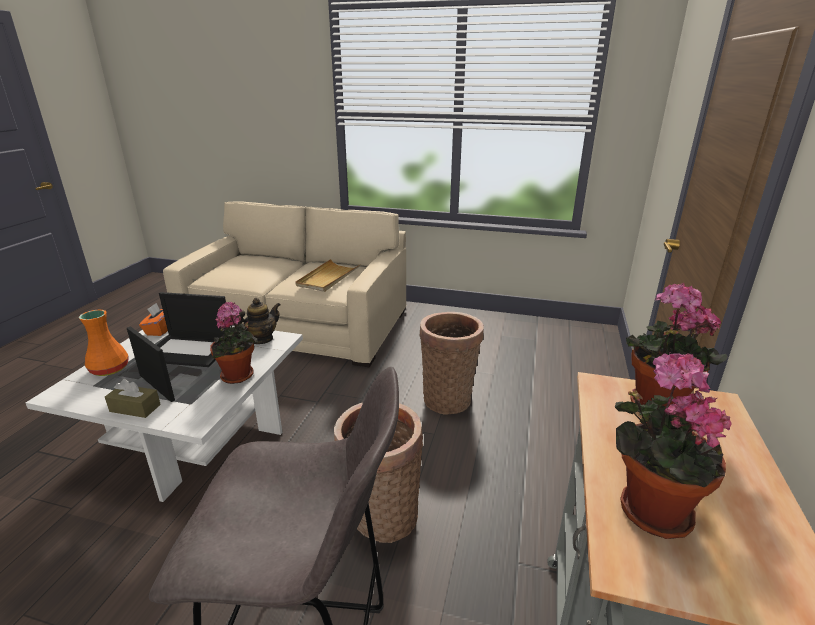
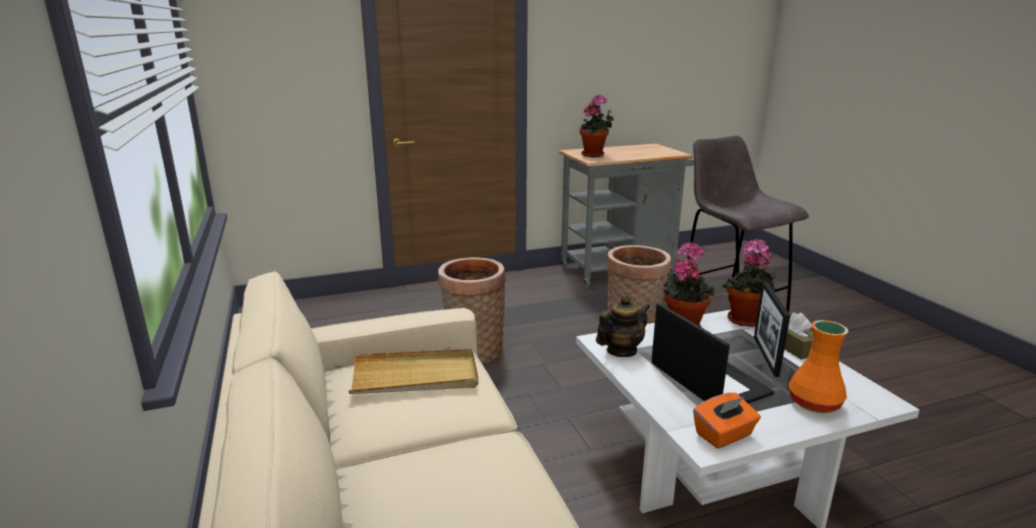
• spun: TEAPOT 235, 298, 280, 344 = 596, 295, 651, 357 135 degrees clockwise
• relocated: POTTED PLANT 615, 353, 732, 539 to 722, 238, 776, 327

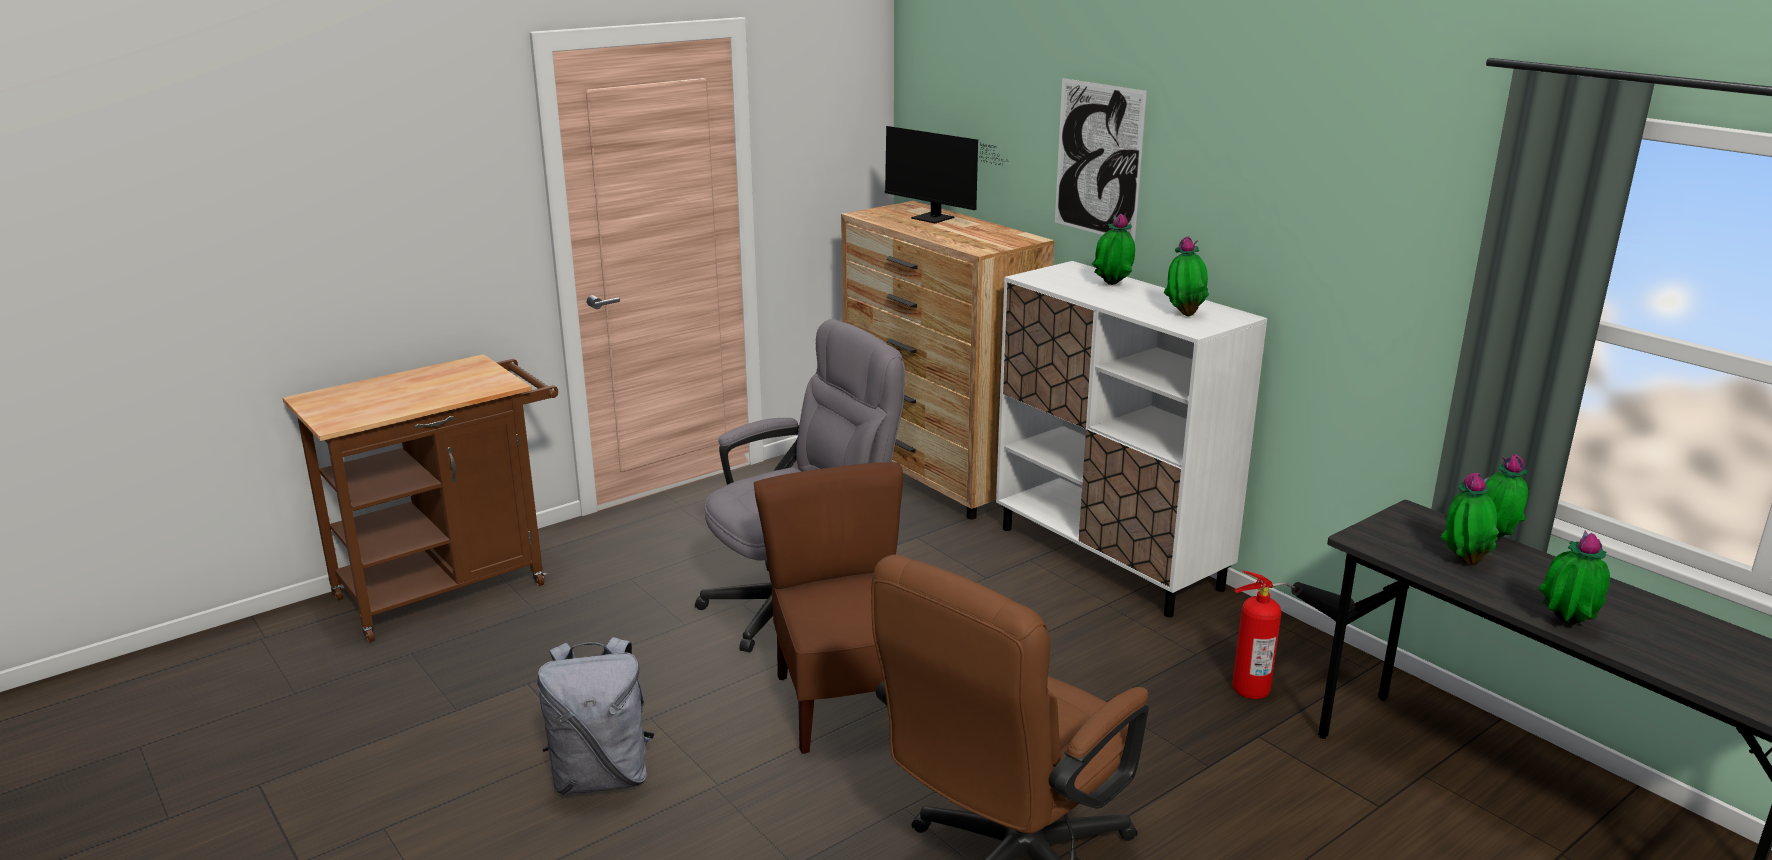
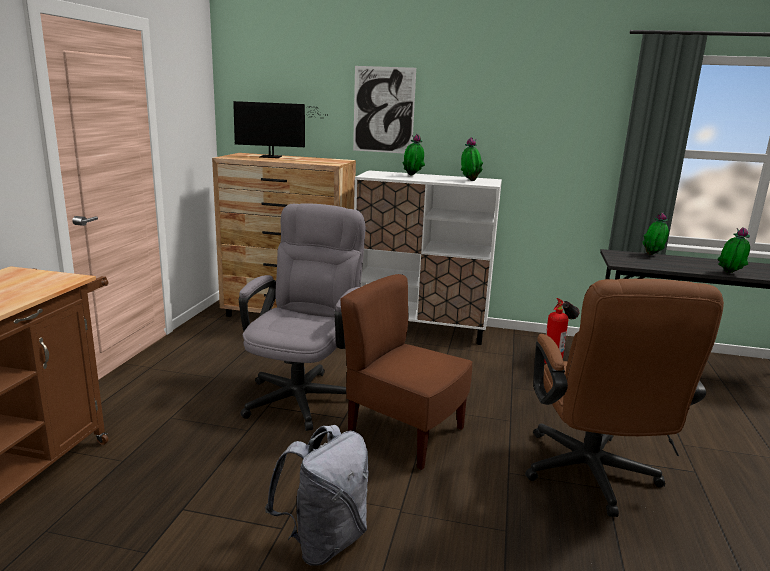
• missing: POTTED PLANT 1440, 473, 1499, 565

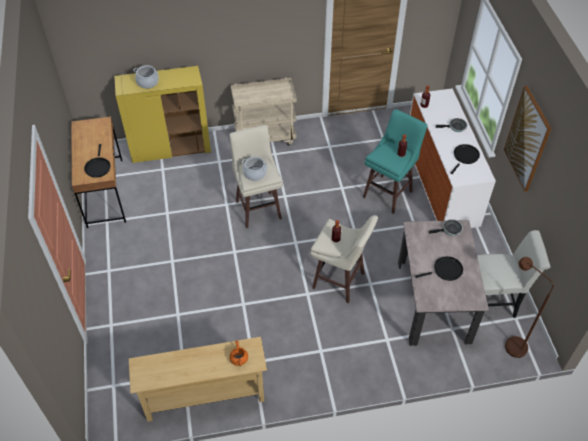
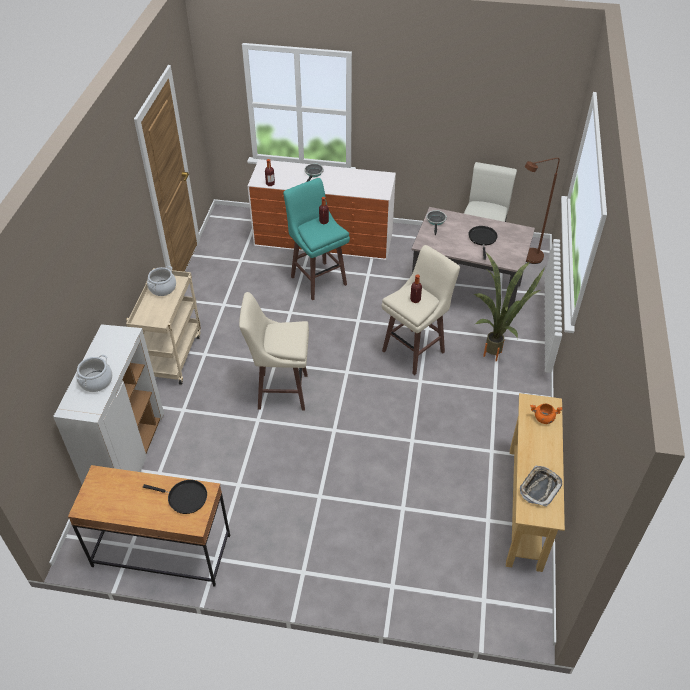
• colour: YELLOW CABINET 114, 66, 211, 163 to WHITE CABINET 53, 324, 164, 484
• relocated: COOKING POT 242, 156, 268, 181 to 147, 266, 176, 296
• missing: BLACK FRYING PAN 451, 144, 480, 174
• missing: PICTURE 504, 86, 552, 192
• appeared: POTTED PLANT 474, 253, 545, 361
• appeared: TRAY 520, 466, 562, 507

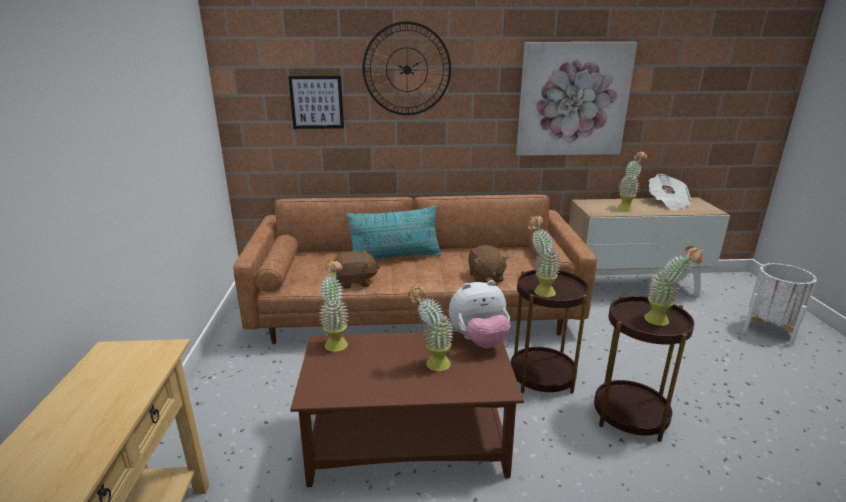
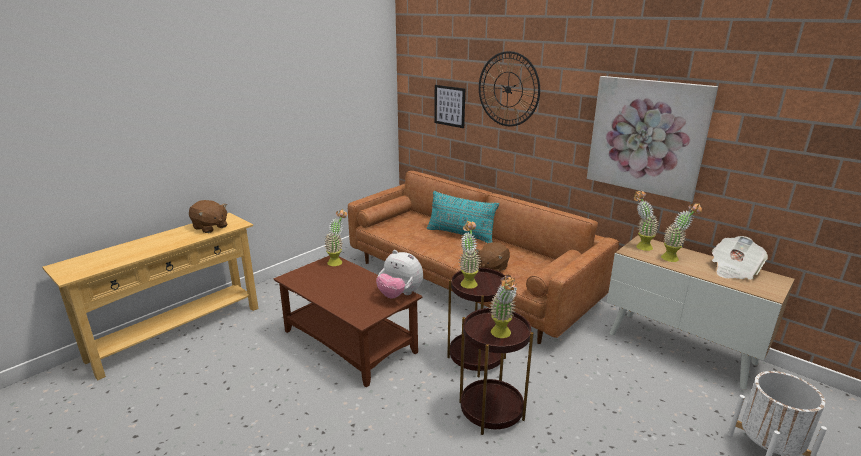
• relocated: BROWN PLUSH TOY 334, 250, 380, 289 to 189, 200, 228, 233
• relocated: POTTED PLANT 408, 284, 453, 371 to 634, 191, 659, 251

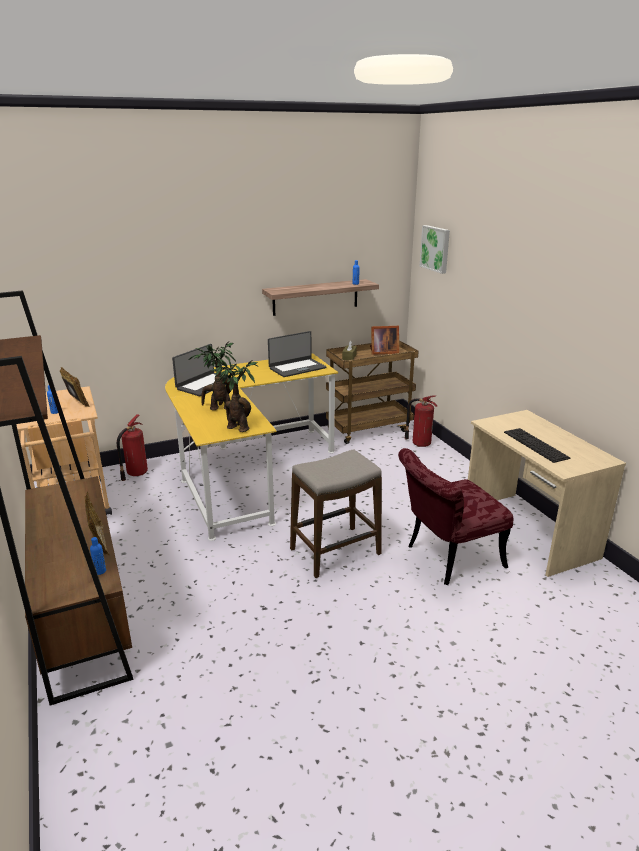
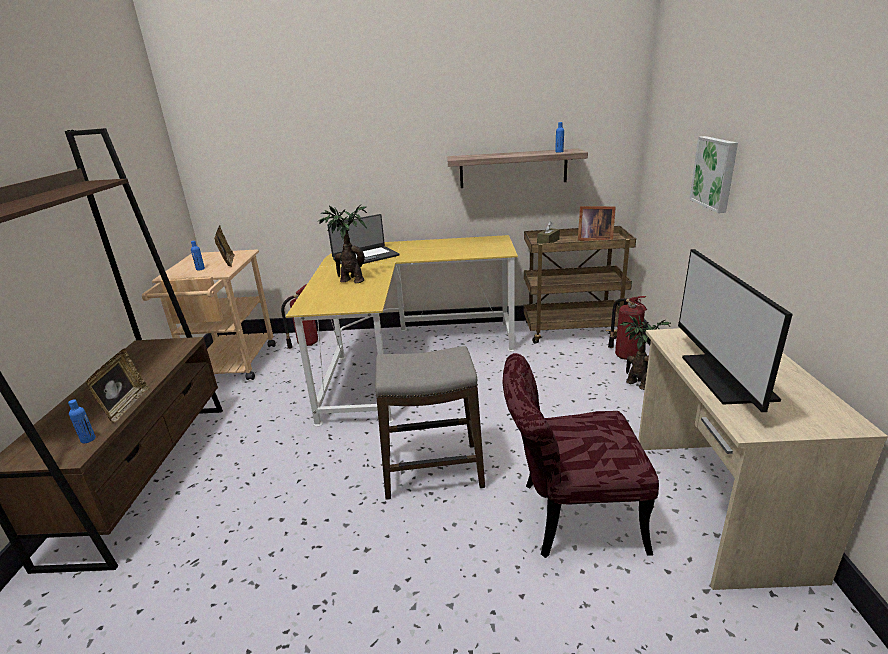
• relocated: POTTED PLANT 212, 359, 258, 432 to 619, 315, 671, 390
• missing: LAPTOP 268, 331, 327, 377
• relocated: PICTURE 420, 225, 450, 274 to 689, 136, 738, 213
• exchanged: KEYBOARD 504, 428, 570, 463 to MONITOR 678, 249, 793, 412

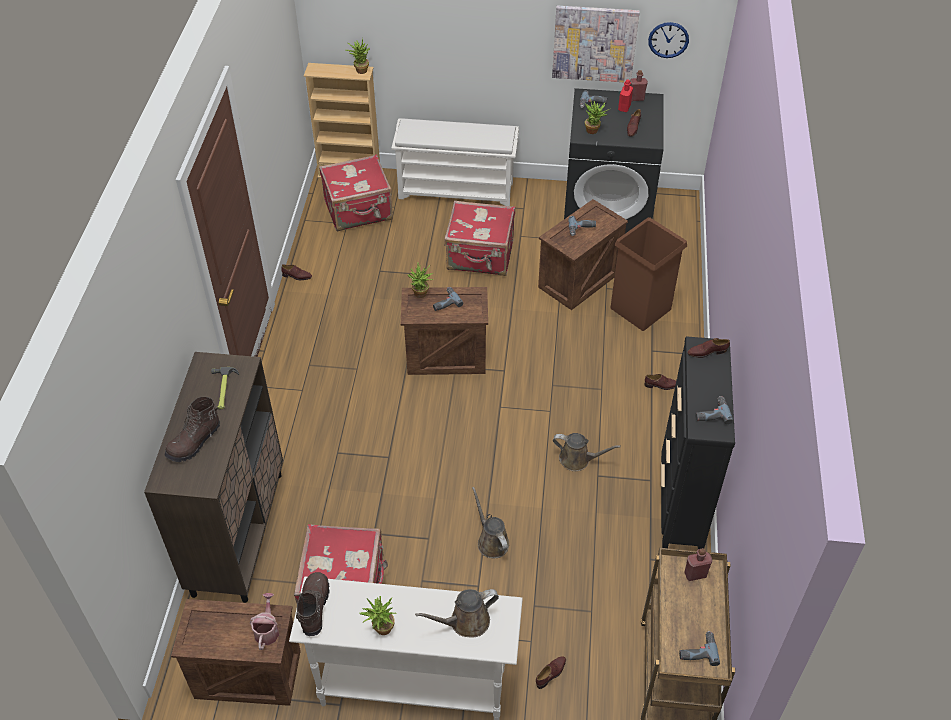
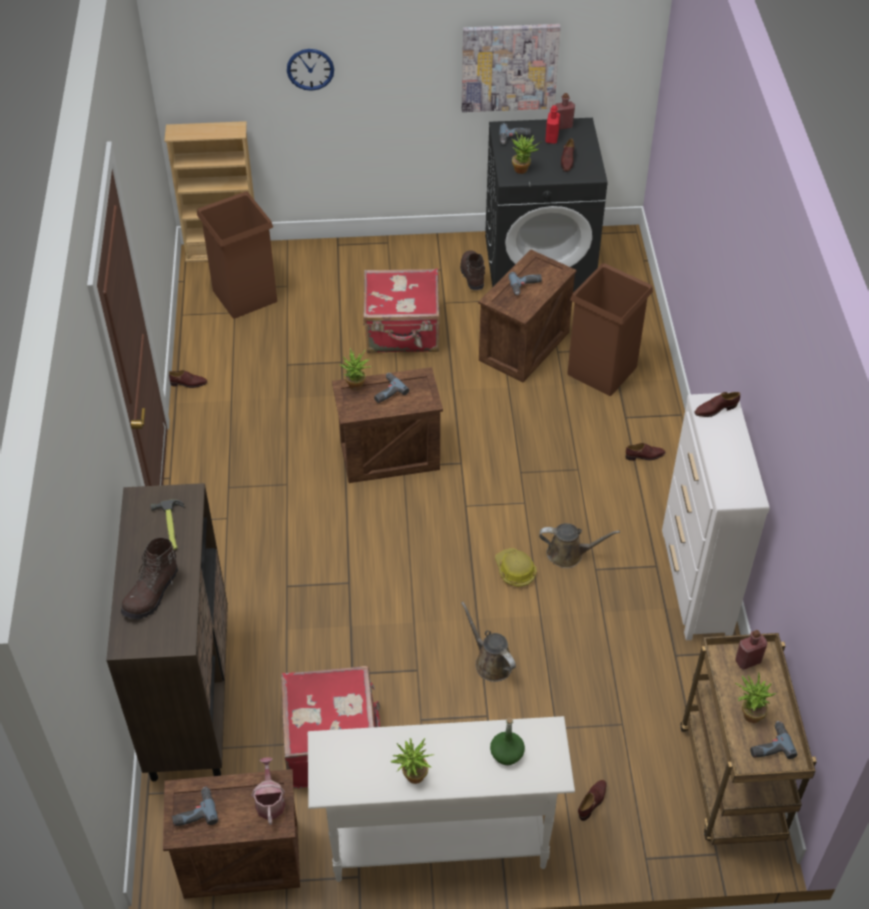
• relocated: BROWN BOOT 296, 572, 330, 636 to 460, 250, 485, 290
• exchanged: RED SUITCASE 319, 154, 393, 231 to BROWN TRASH CAN 197, 191, 277, 319
• relocated: POTTED PLANT 345, 39, 370, 74 to 735, 673, 776, 723
• missing: WHITE SHOE RACK 391, 118, 519, 206
• exchanged: BROWN WATERING CAN 415, 589, 499, 638 to GREEN BOTTLE 490, 718, 525, 765
• relocated: WALL CLOCK 648, 22, 689, 58 to 287, 49, 334, 91
• colour: BLACK DRESSER 661, 336, 735, 549 to WHITE DRESSER 662, 393, 770, 640
• relocated: POWER DRILL 695, 396, 733, 425 to 172, 786, 218, 826
• appeared: HARD HAT 495, 548, 537, 587

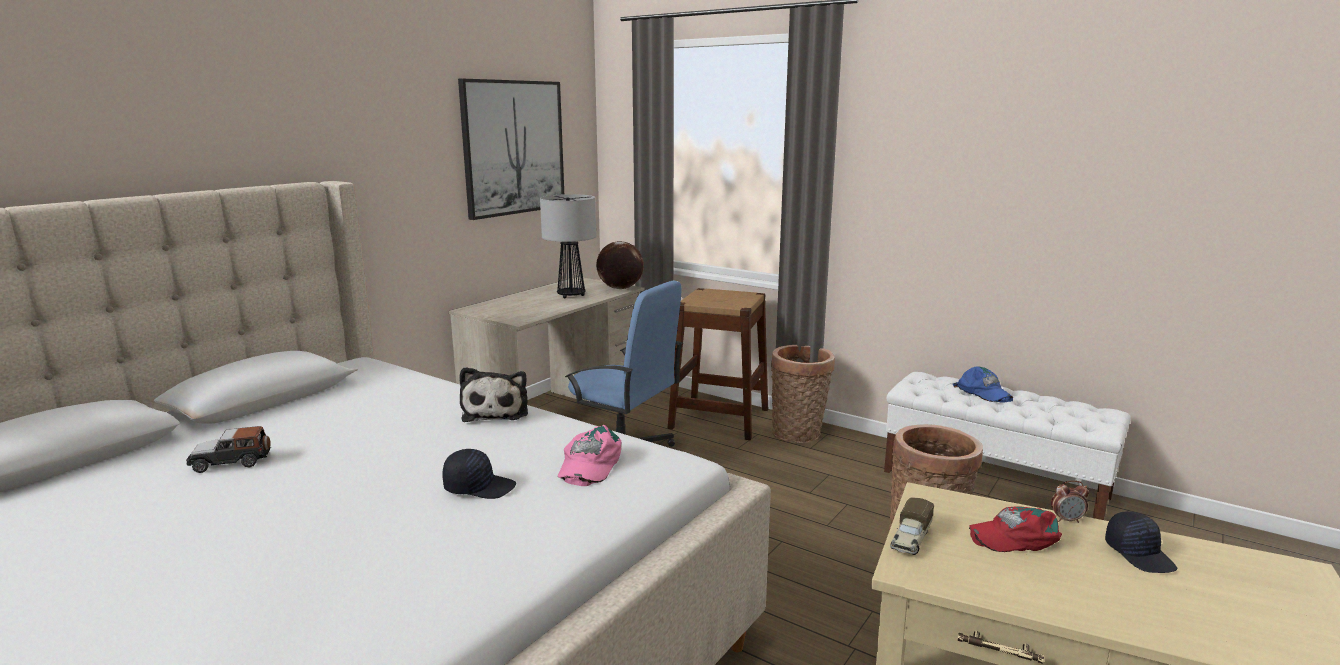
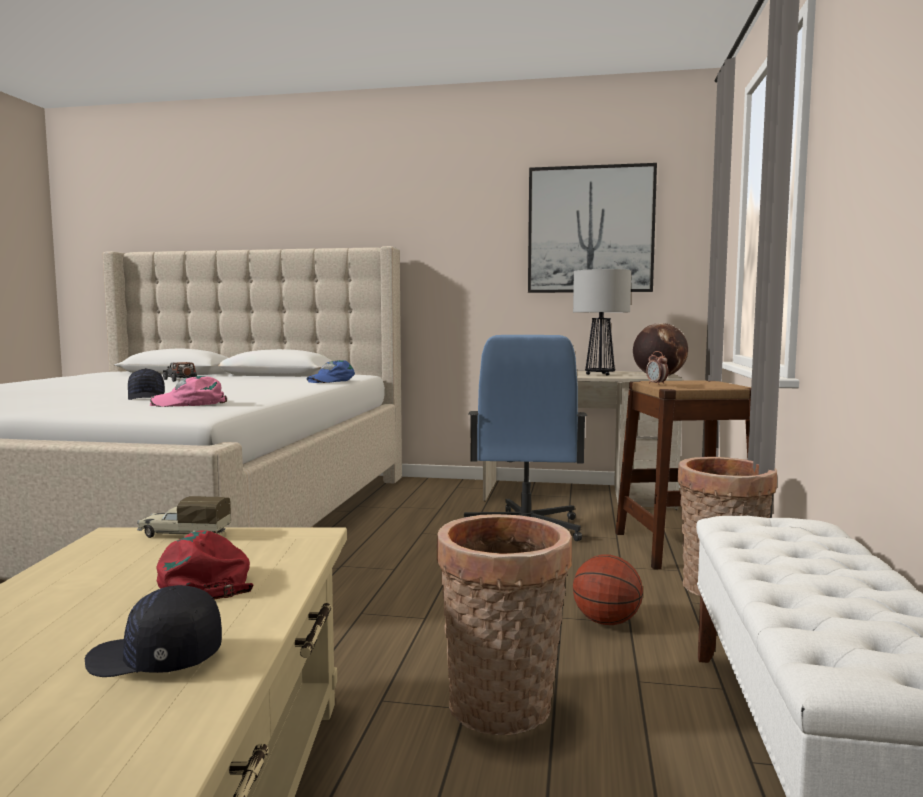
• missing: PLUSH TOY 459, 367, 528, 422
• relocated: BLUE CAP 953, 366, 1013, 402 to 306, 360, 355, 383
• relocated: ALARM CLOCK 1051, 480, 1089, 523 to 646, 351, 668, 385
• spun: BLACK CAP 1105, 511, 1177, 573 = 85, 585, 222, 677 45 degrees clockwise
• appeared: BASKETBALL 573, 554, 643, 625

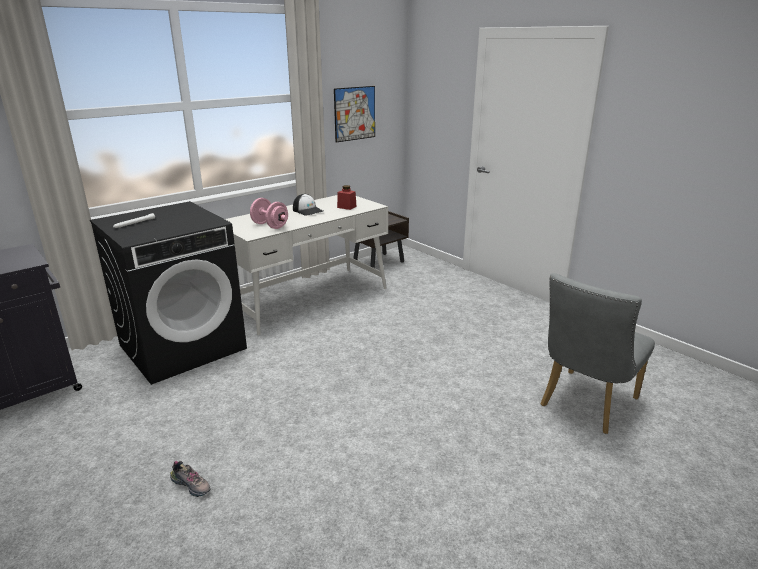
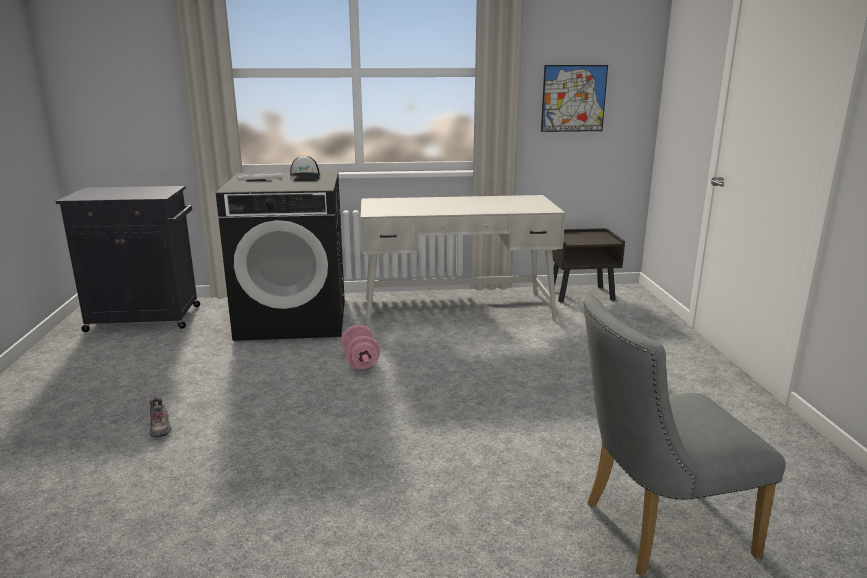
• relocated: PINK DUMBBELL 250, 198, 288, 229 to 341, 325, 380, 369
• relocated: CAP 293, 194, 324, 216 to 290, 156, 320, 180
• missing: RED JAR 337, 185, 357, 210

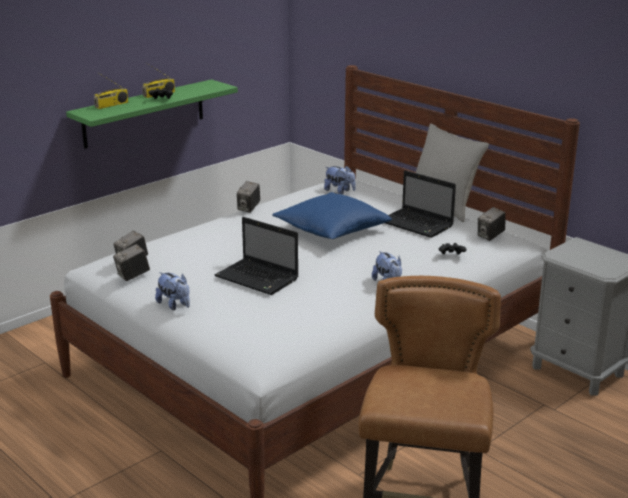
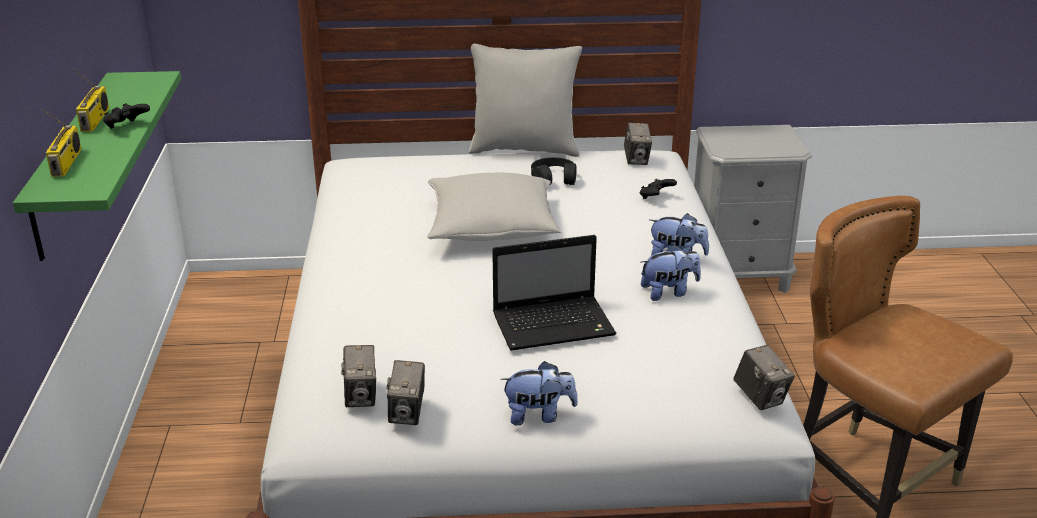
• relocated: PHOTO CAMERA 237, 181, 260, 213 to 734, 345, 795, 410
• colour: BLUE PILLOW 272, 192, 392, 239 to GREY PILLOW 427, 173, 562, 241
• relocated: PLUSH TOY 324, 165, 356, 194 to 641, 244, 701, 301
• exchanged: LAPTOP 385, 170, 456, 238 to BLACK HEADPHONES 531, 157, 577, 185

